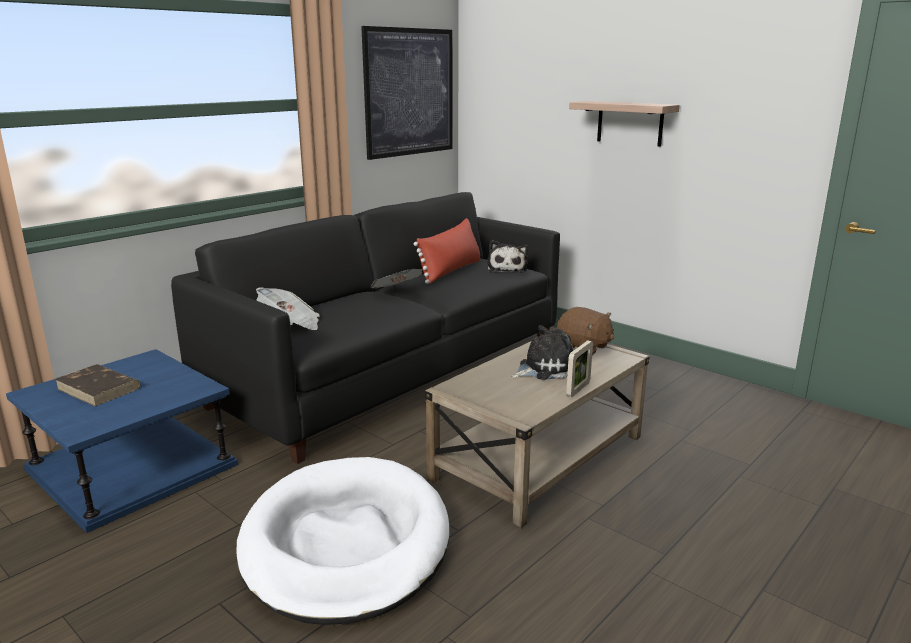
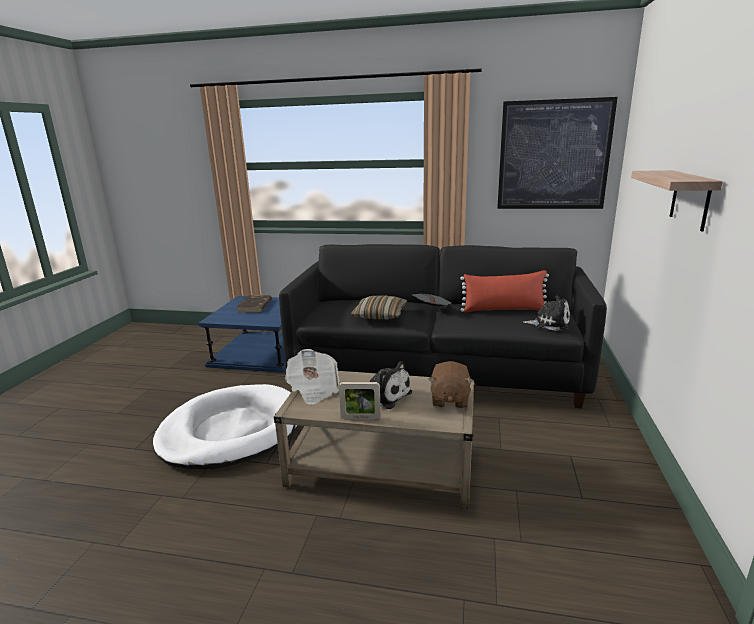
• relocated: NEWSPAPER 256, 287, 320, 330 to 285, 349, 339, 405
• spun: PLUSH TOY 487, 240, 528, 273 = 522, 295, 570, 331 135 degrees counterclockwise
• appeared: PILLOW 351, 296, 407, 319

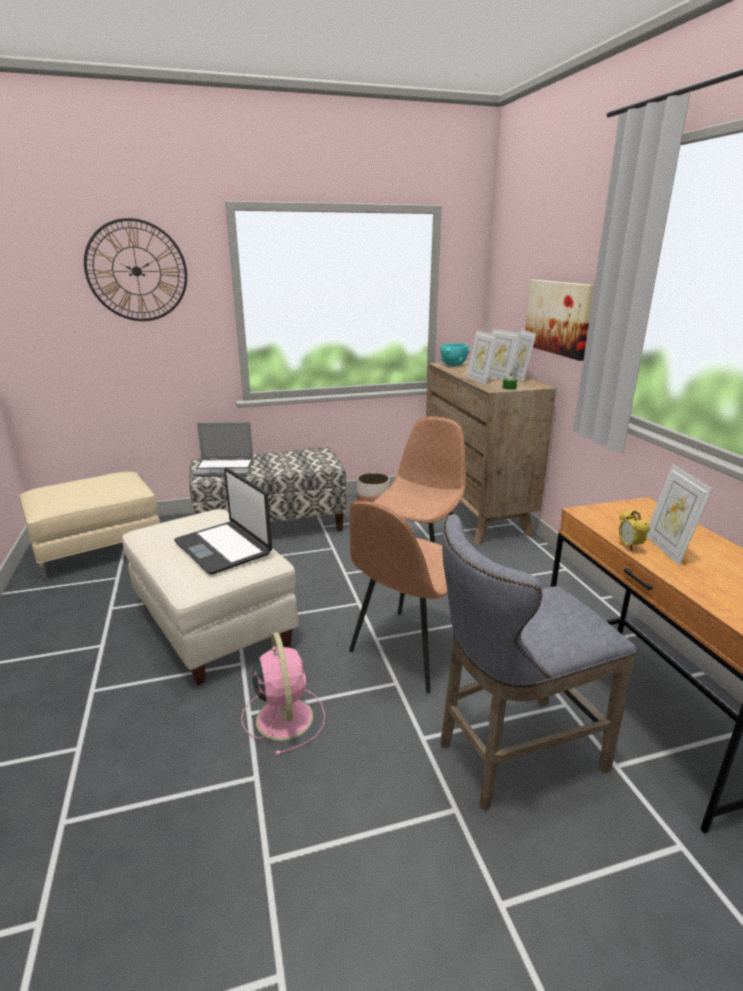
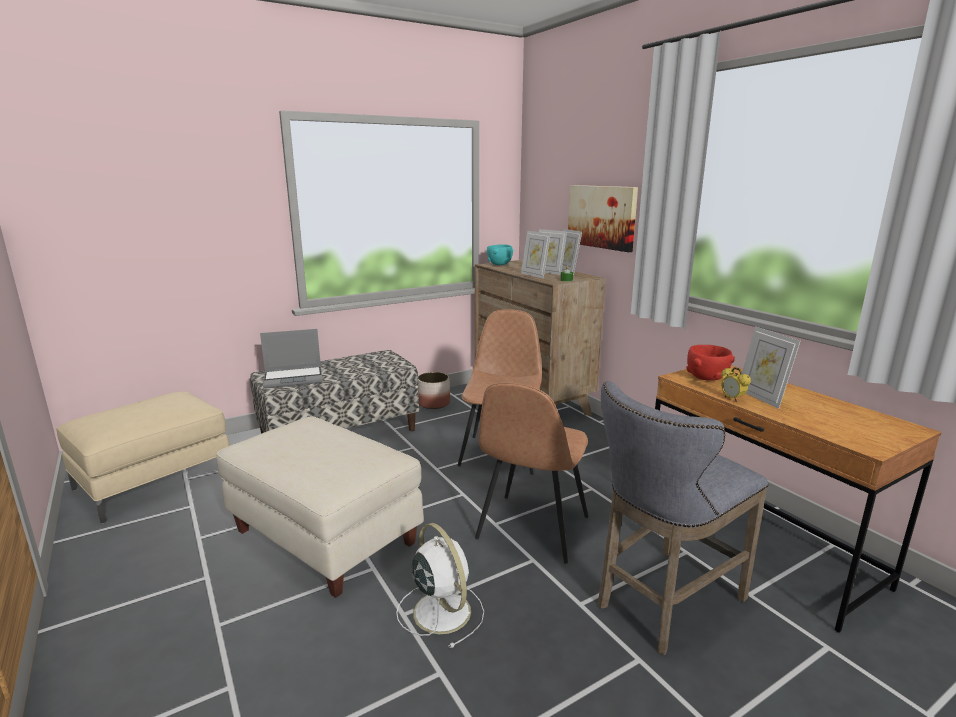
• missing: WALL CLOCK 84, 218, 187, 321
• missing: LAPTOP 174, 468, 272, 574
• colour: PINK FAN 241, 632, 325, 755 to WHITE FAN 396, 523, 484, 648
• appeared: RED BOWL 686, 345, 735, 381

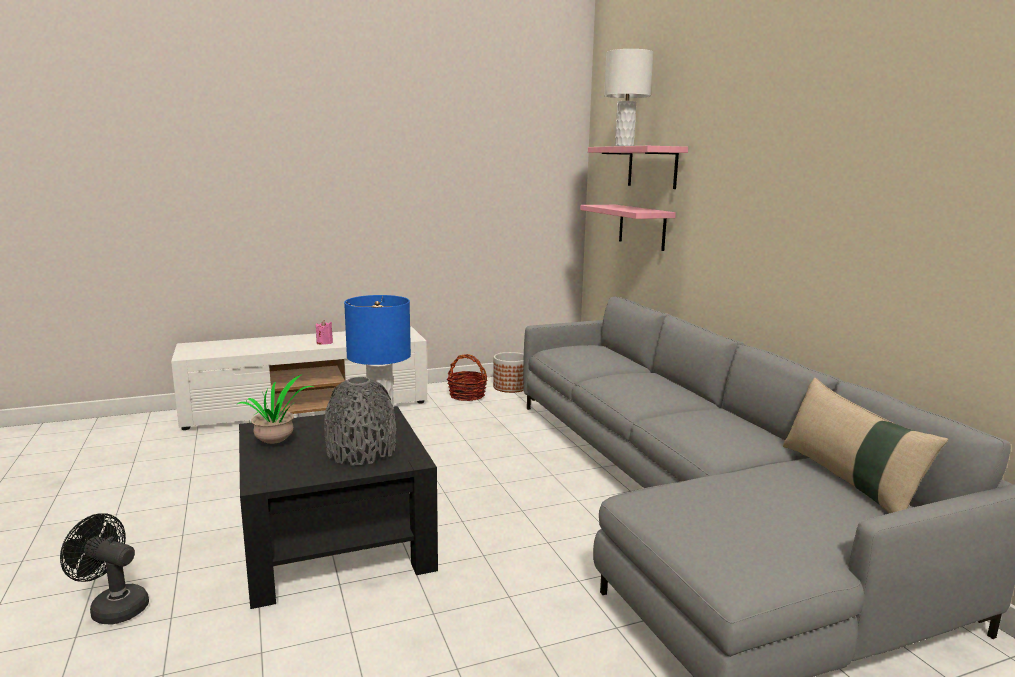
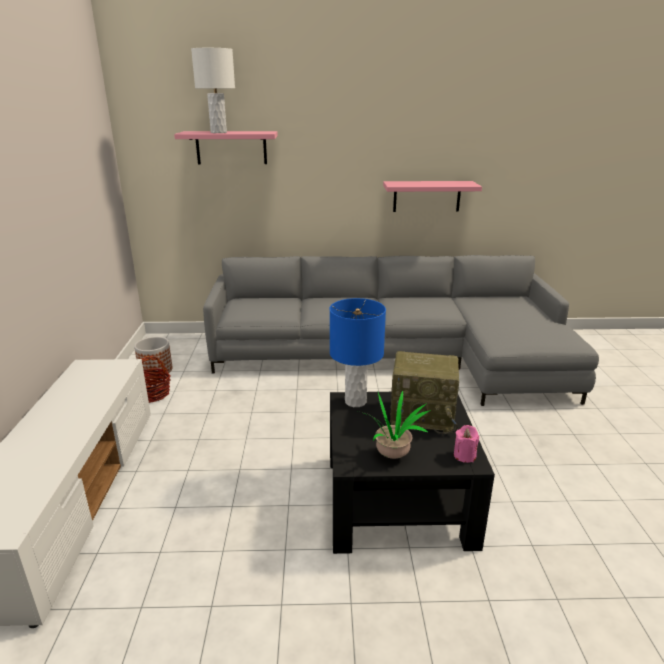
• missing: BLACK FAN 60, 513, 149, 625
• relocated: PINK CANDLE 316, 320, 333, 345 to 454, 425, 479, 463
• exchanged: GREY VASE 324, 377, 396, 466 to RADIO 390, 351, 459, 434
• relocated: PINK SHELF 580, 205, 676, 251 to 383, 181, 482, 212
• missing: BEIGE PILLOW 783, 378, 948, 514

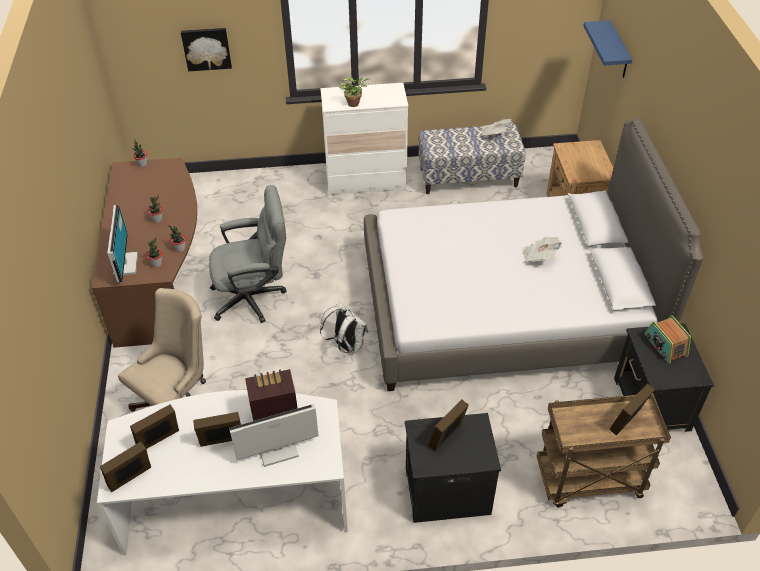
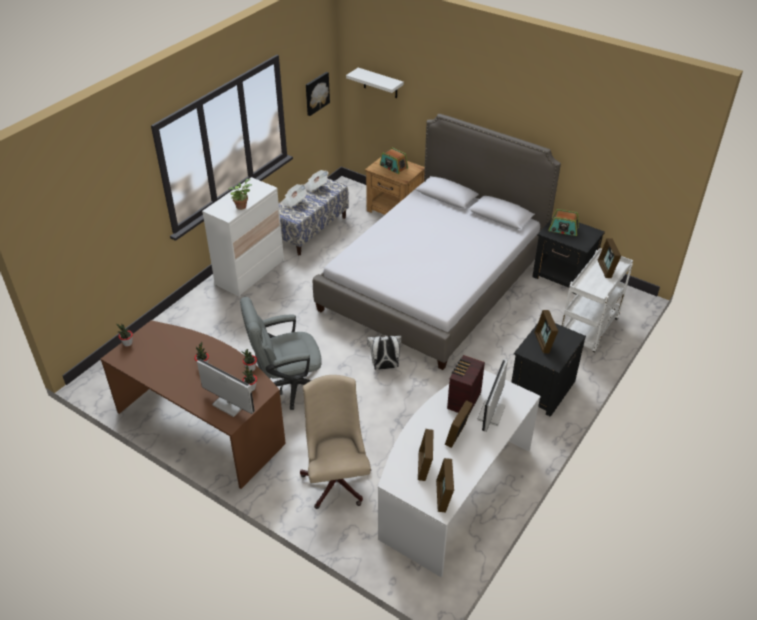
• relocated: PICTURE 181, 28, 232, 71 to 306, 72, 330, 116
• spun: GREY OFFICE CHAIR 209, 185, 286, 323 = 240, 297, 322, 410 135 degrees counterclockwise
• relocated: NEWSPAPER 522, 237, 562, 262 to 281, 184, 307, 208
• colour: BROWN CART 537, 393, 671, 508 to WHITE CART 562, 248, 633, 353
• colour: BLUE SHELF 583, 20, 632, 78 to WHITE SHELF 346, 68, 404, 98
• appeared: RADIO 380, 147, 408, 174

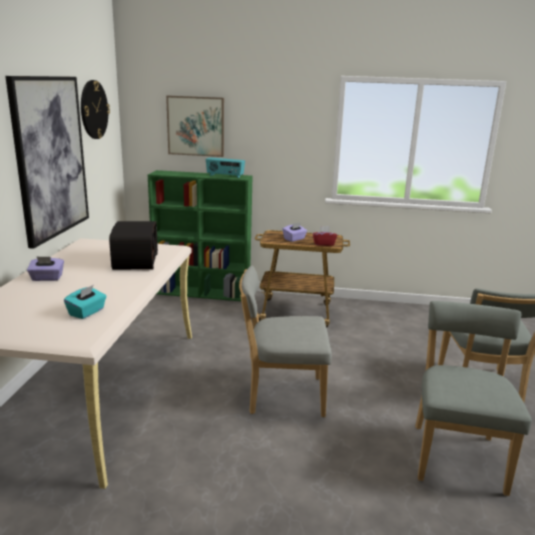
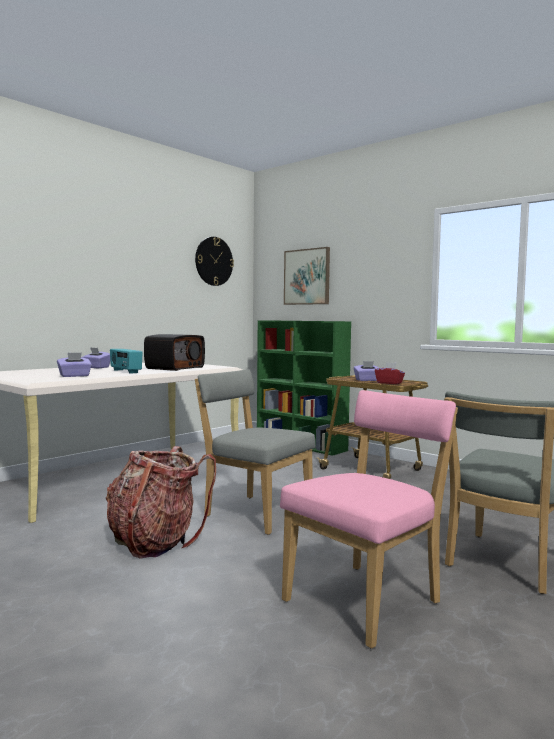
• missing: PICTURE 5, 76, 89, 249
• colour: TURQUOISE TISSUE BOX 64, 285, 107, 319 to PURPLE TISSUE BOX 57, 352, 92, 377
• relocated: RADIO 206, 157, 245, 178 to 110, 349, 142, 374
• colour: GREY CHAIR 415, 301, 532, 496 to PINK CHAIR 280, 390, 458, 649
• appeared: BACKPACK 106, 446, 216, 559

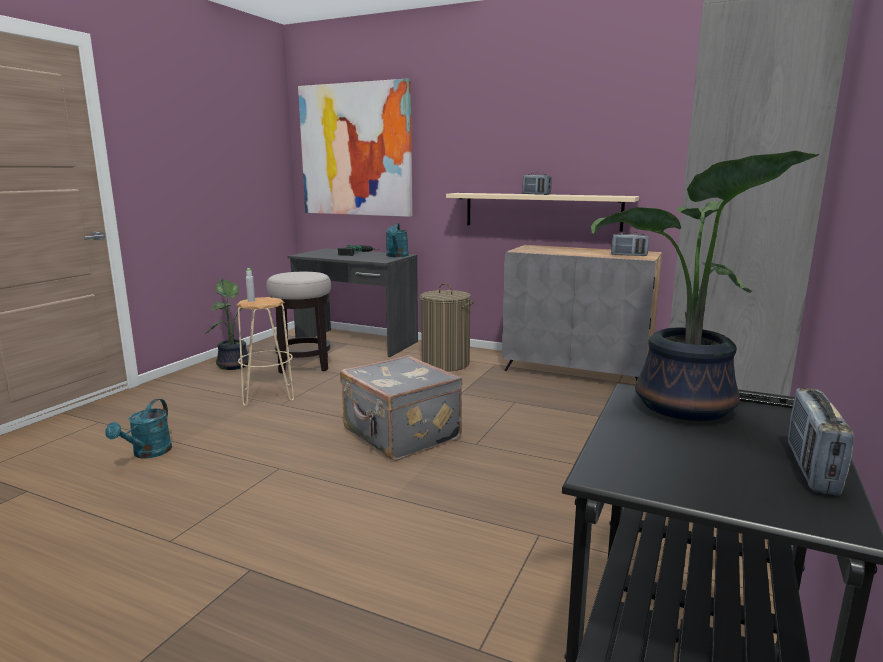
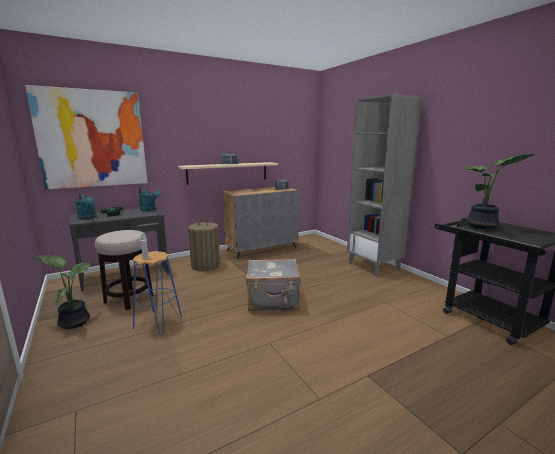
• relocated: TURQUOISE WATERING CAN 105, 399, 172, 459 to 75, 194, 97, 220
• colour: BEIGE STOOL 236, 297, 294, 406 to BLUE STOOL 132, 251, 182, 335
• missing: RADIO 788, 388, 854, 495

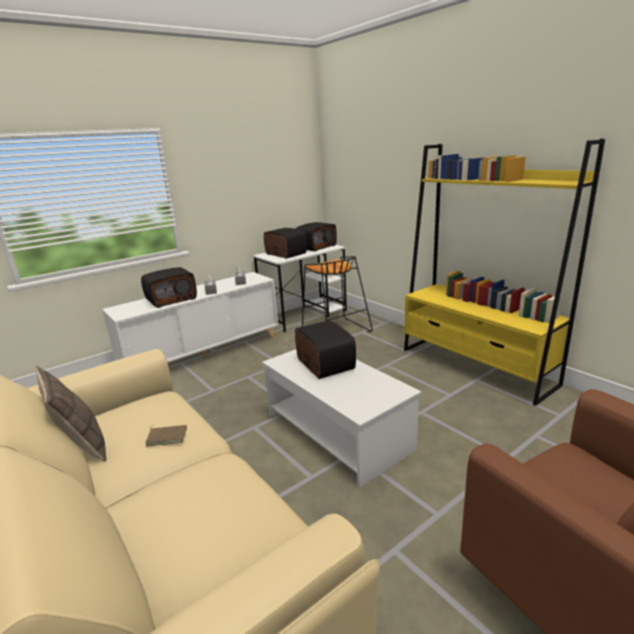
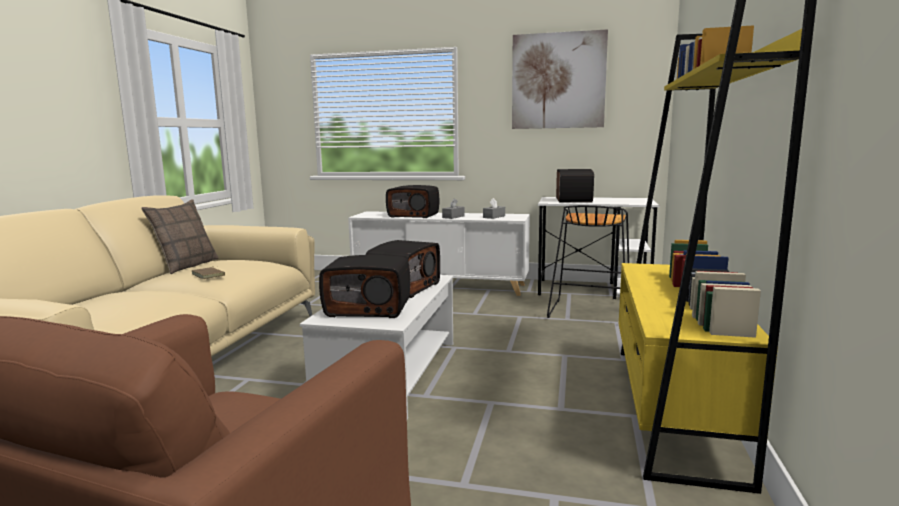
• relocated: RADIO 295, 222, 337, 251 to 319, 255, 410, 318
• appeared: PICTURE 512, 29, 608, 129

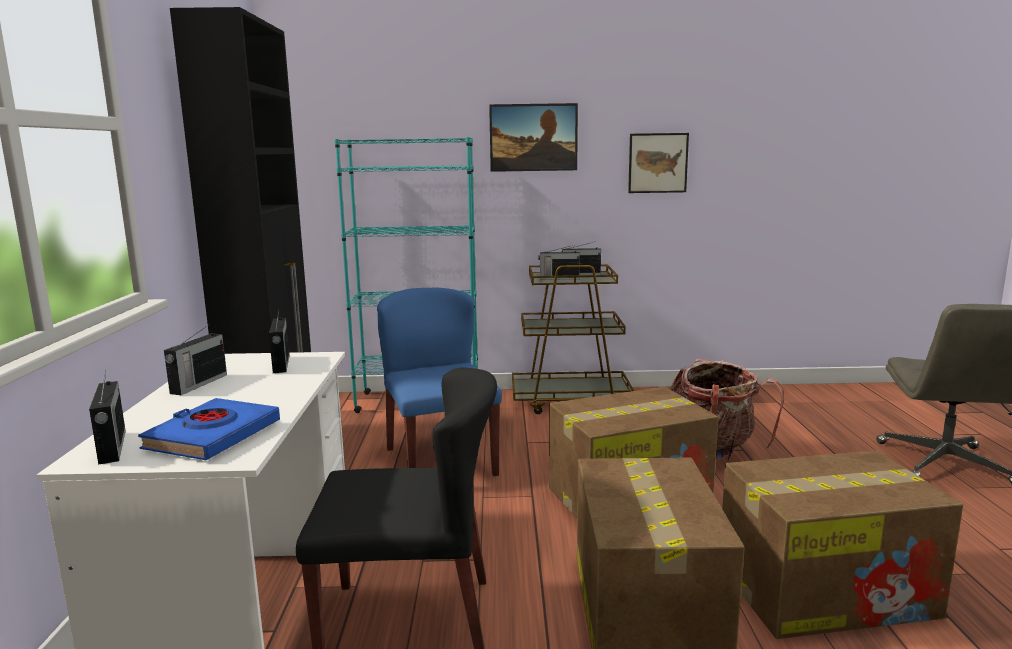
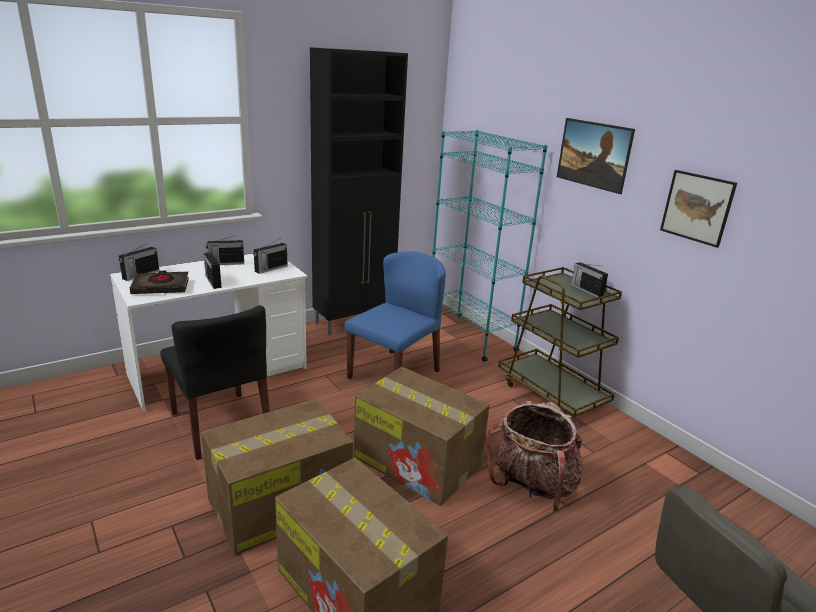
• colour: BLUE BOOK 138, 398, 280, 460 to BLACK BOOK 130, 271, 189, 294
• relocated: RADIO 538, 245, 580, 280 to 204, 252, 222, 289

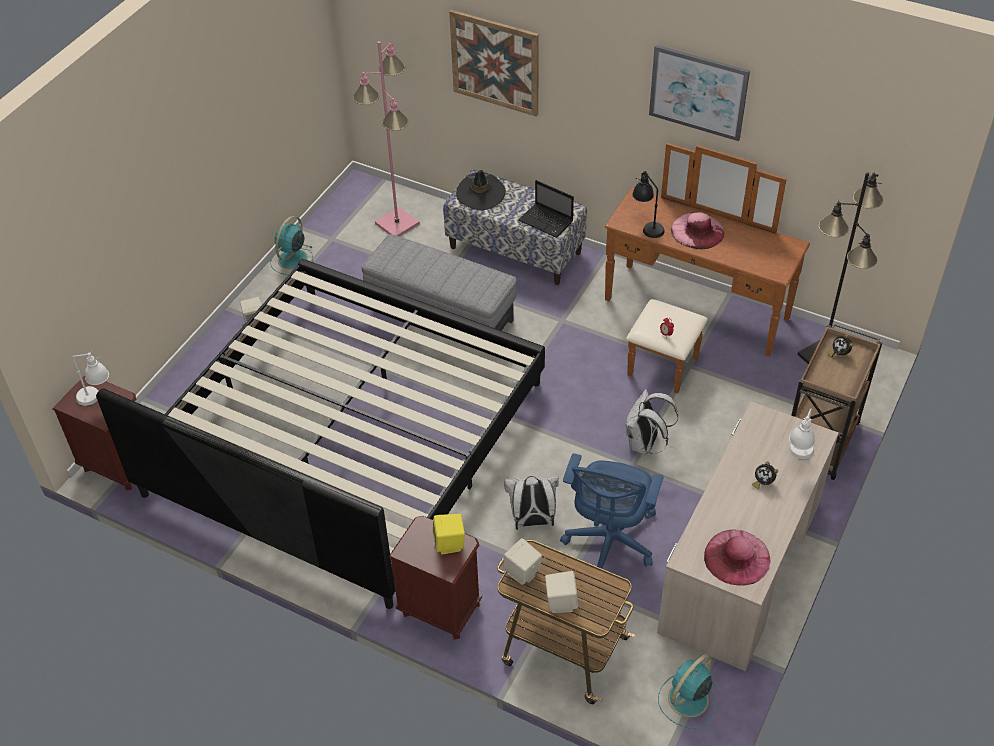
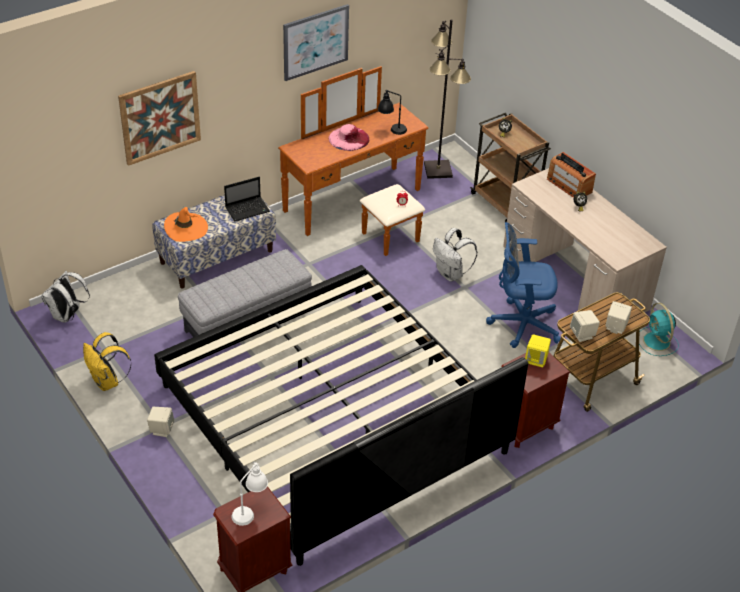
• exchanged: TURQUOISE FAN 270, 216, 313, 275 to YELLOW BACKPACK 83, 332, 131, 391
• missing: PINK FLOOR LAMP 353, 41, 420, 237
• colour: BLACK HAT 456, 170, 506, 210 to ORANGE HAT 164, 207, 208, 242
• relocated: WHITE BACKPACK 504, 476, 559, 530 to 41, 271, 90, 323
• spun: BLUE OFFICE CHAIR 560, 453, 664, 569 = 486, 222, 561, 348 135 degrees clockwise
• relocated: BLACK TABLE LAMP 632, 171, 665, 238 to 378, 90, 407, 135
• missing: PINK HAT 704, 529, 770, 586
• exchanged: WHITE TABLE LAMP 789, 409, 815, 459 to RADIO 547, 152, 596, 198

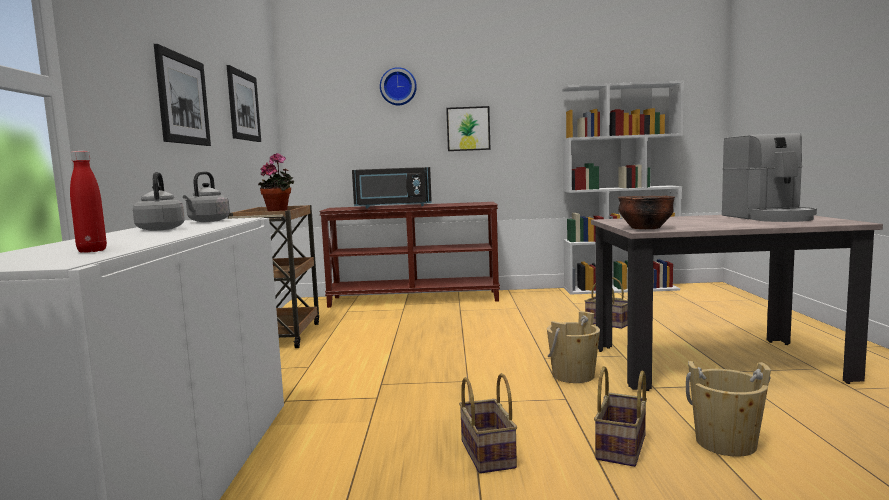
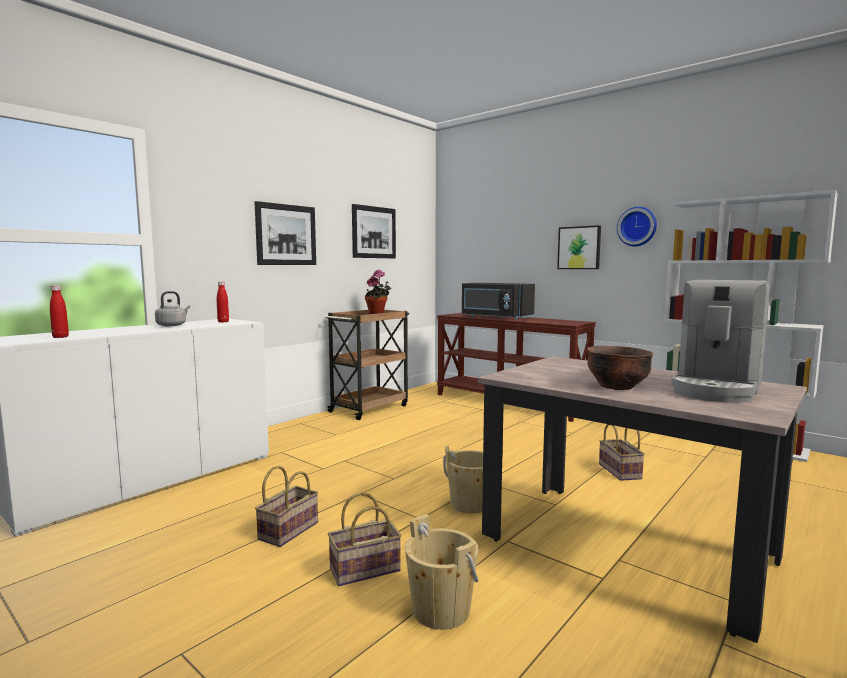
• exchanged: GREY KETTLE 183, 171, 230, 222 to RED BOTTLE 217, 281, 229, 322
• relocated: WALL CLOCK 380, 67, 417, 105 to 617, 207, 657, 247
• relocated: BROWN BOWL 618, 196, 675, 229 to 587, 346, 654, 390

